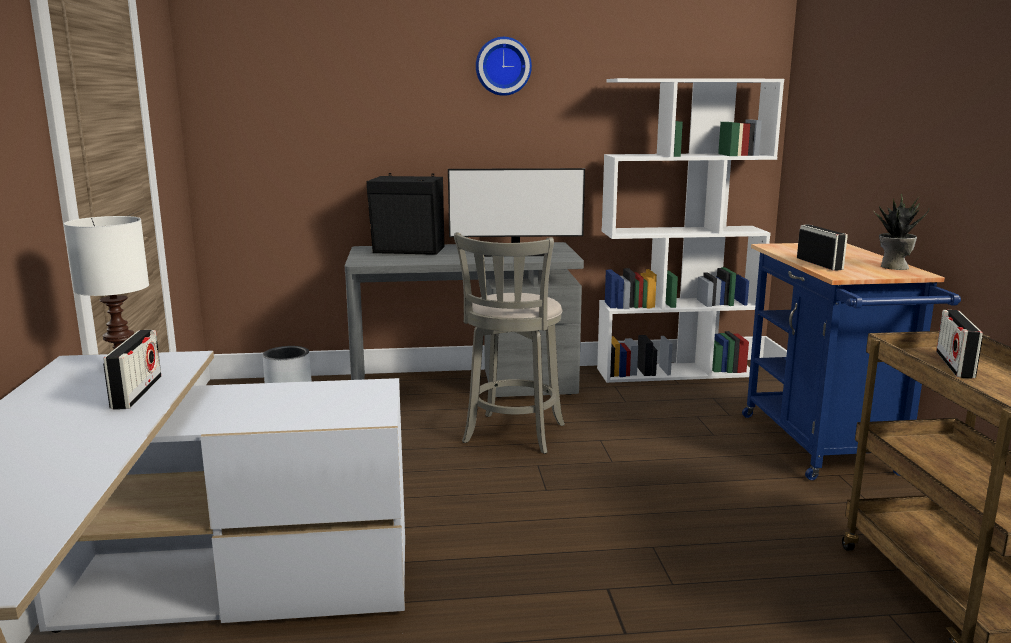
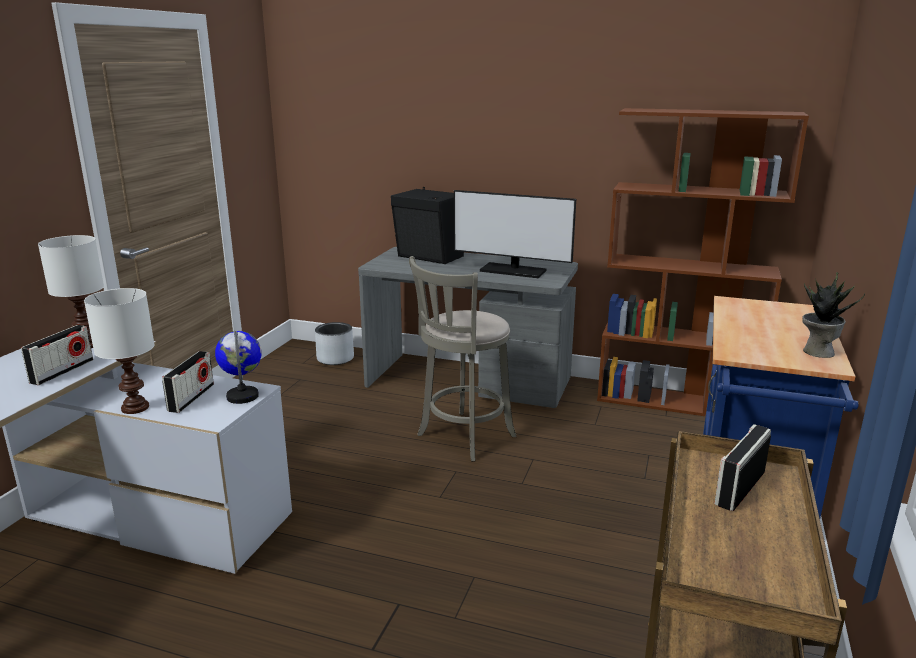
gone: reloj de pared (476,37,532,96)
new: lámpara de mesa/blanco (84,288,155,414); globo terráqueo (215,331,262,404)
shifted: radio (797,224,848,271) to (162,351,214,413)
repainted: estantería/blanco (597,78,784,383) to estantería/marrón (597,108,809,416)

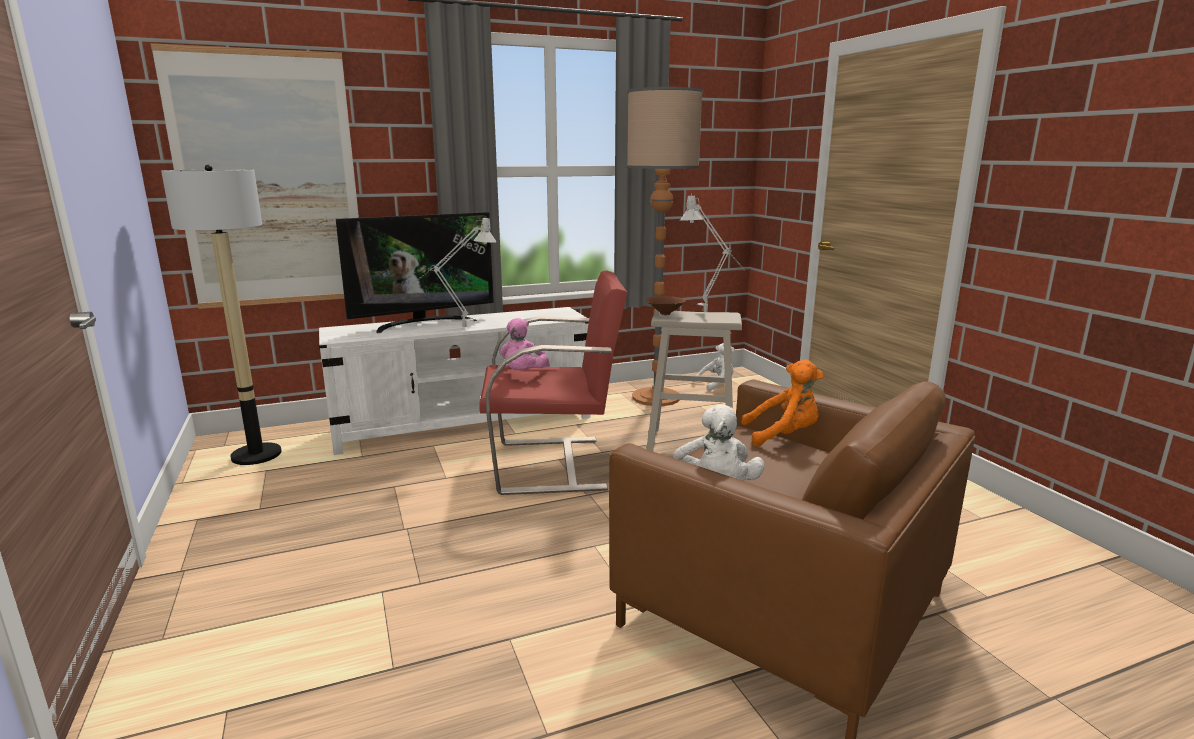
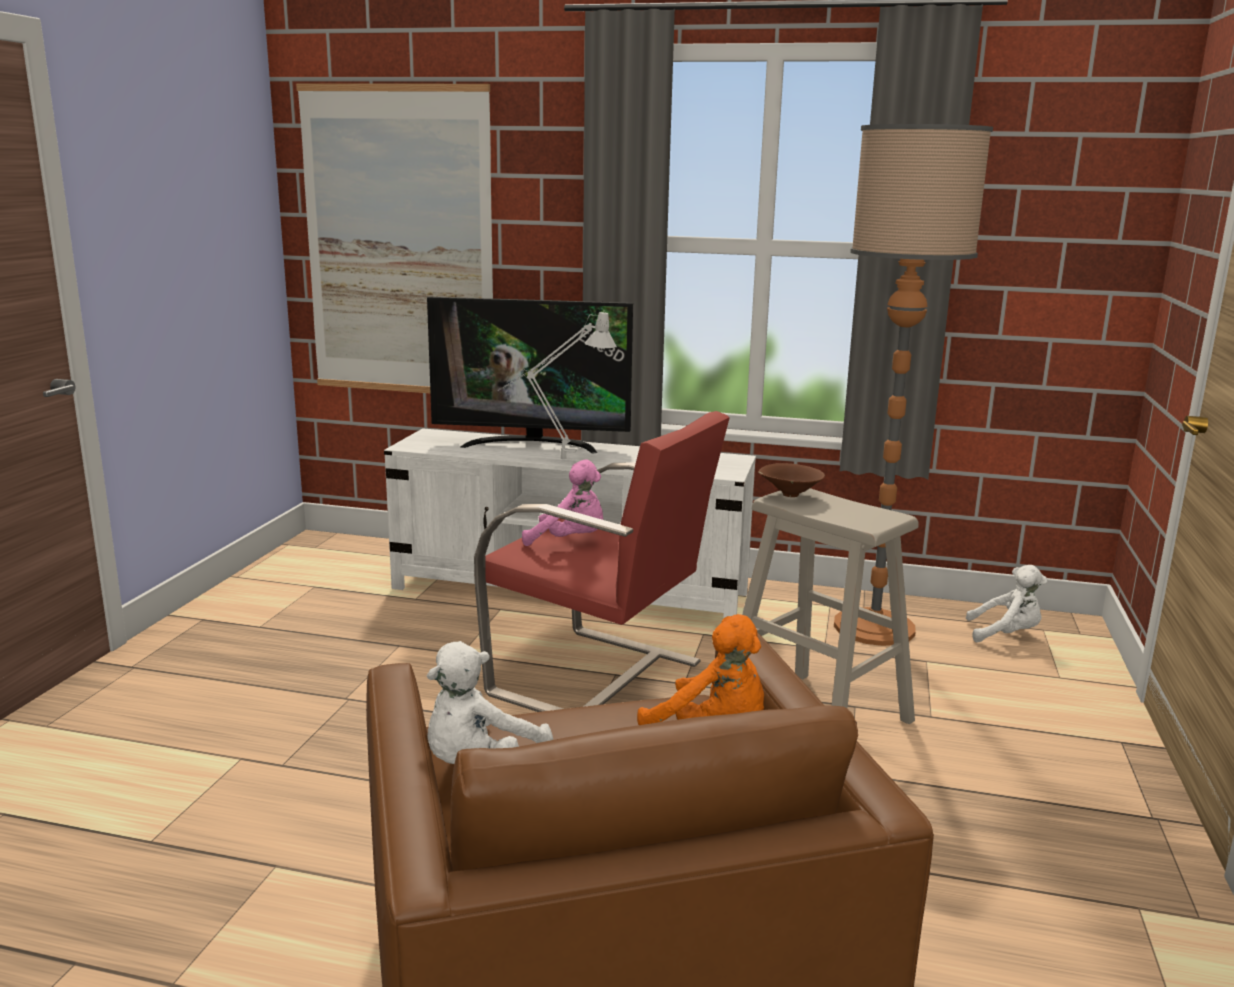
gone: lámpara de pie (161,165,282,465); lámpara de mesa/gris (680,193,745,312)
rotated: peluche/rosa (500,318,550,370) = (522,459,603,546) 120 degrees counterclockwise

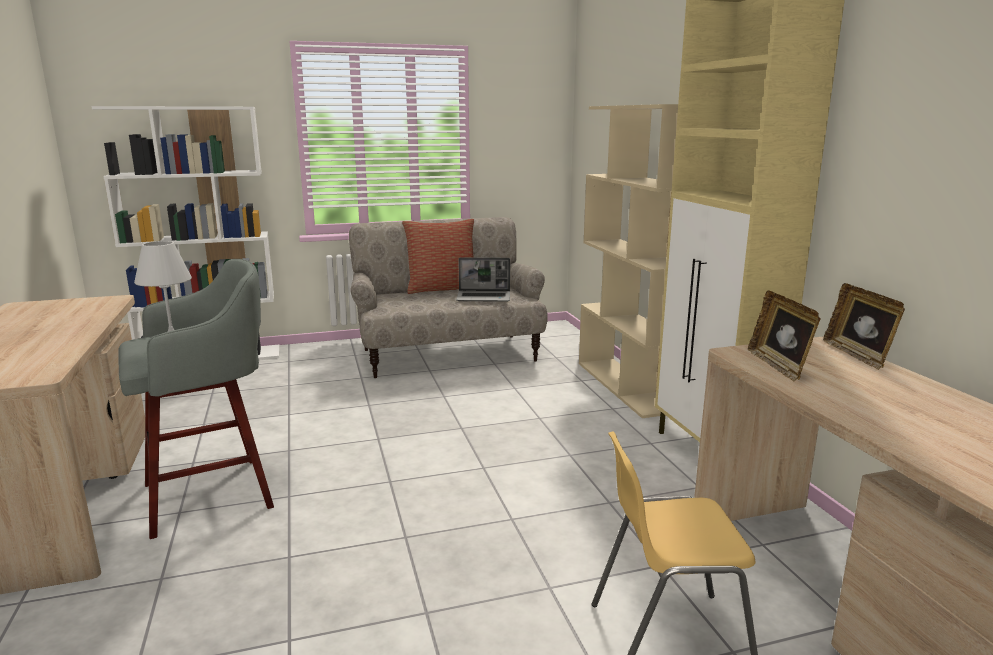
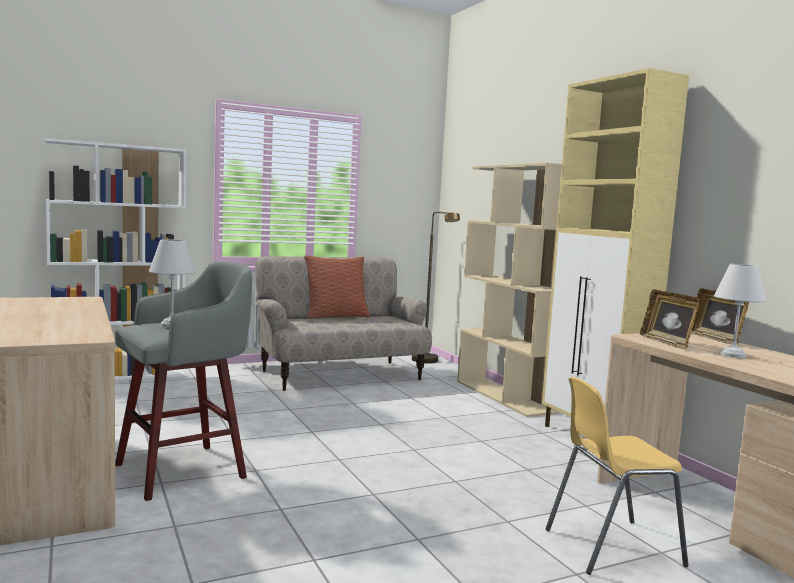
gone: portátil (456,257,510,302)
new: lámpara de pie/marrón (412,212,460,363); lámpara de mesa/blanco (714,264,767,358)

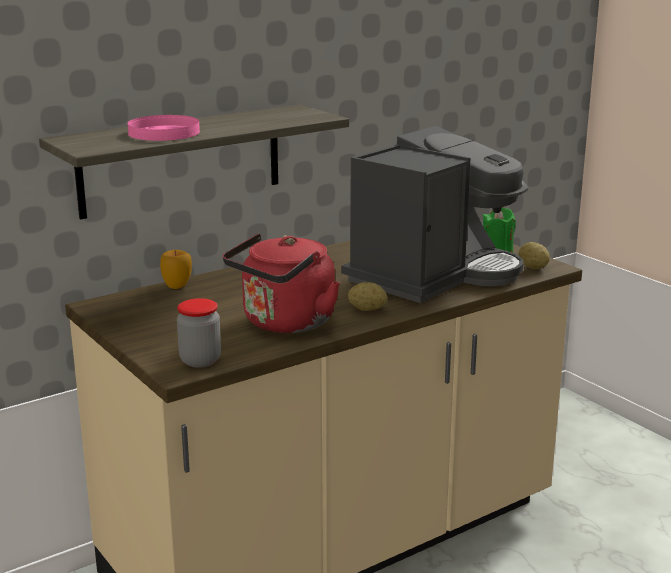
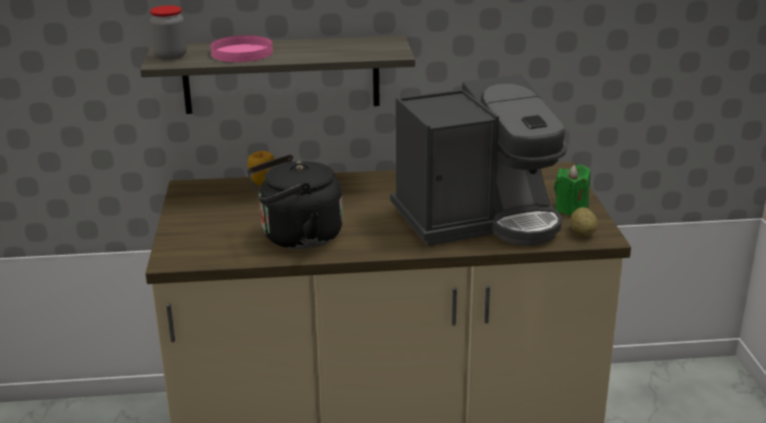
gone: patata (348,282,387,311)
shifted: tarro (177,298,221,368) to (150,5,187,60)
repainted: hervidor/rojo (223,233,340,333) to hervidor/negro (247,155,343,249)

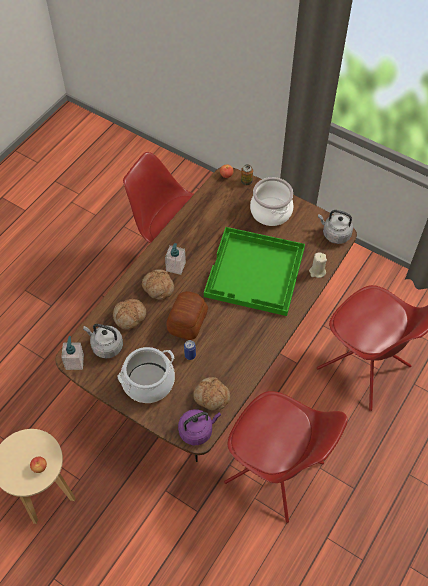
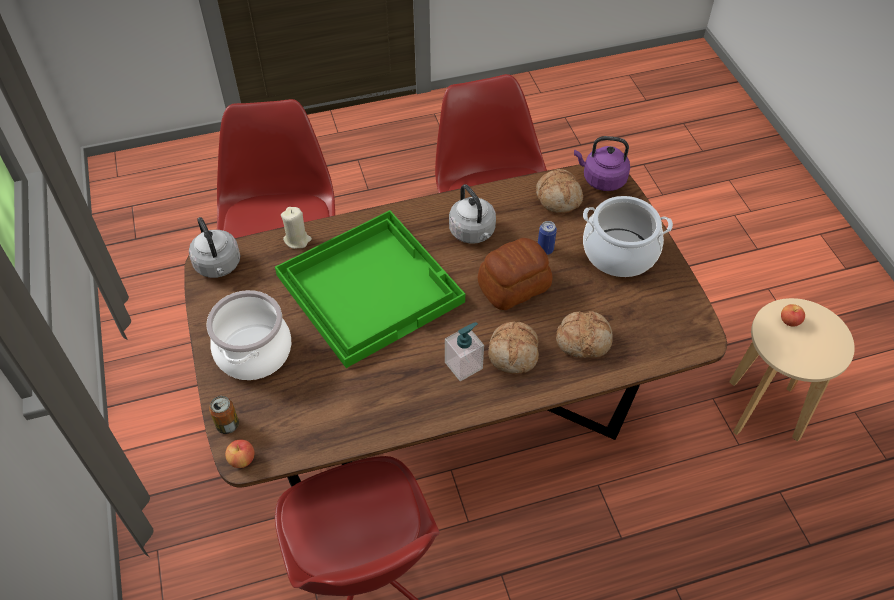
gone: dispensador de jabón (61,336,84,370)
shifted: hervidor/gris (83,324,123,359) to (449,184,496,244)

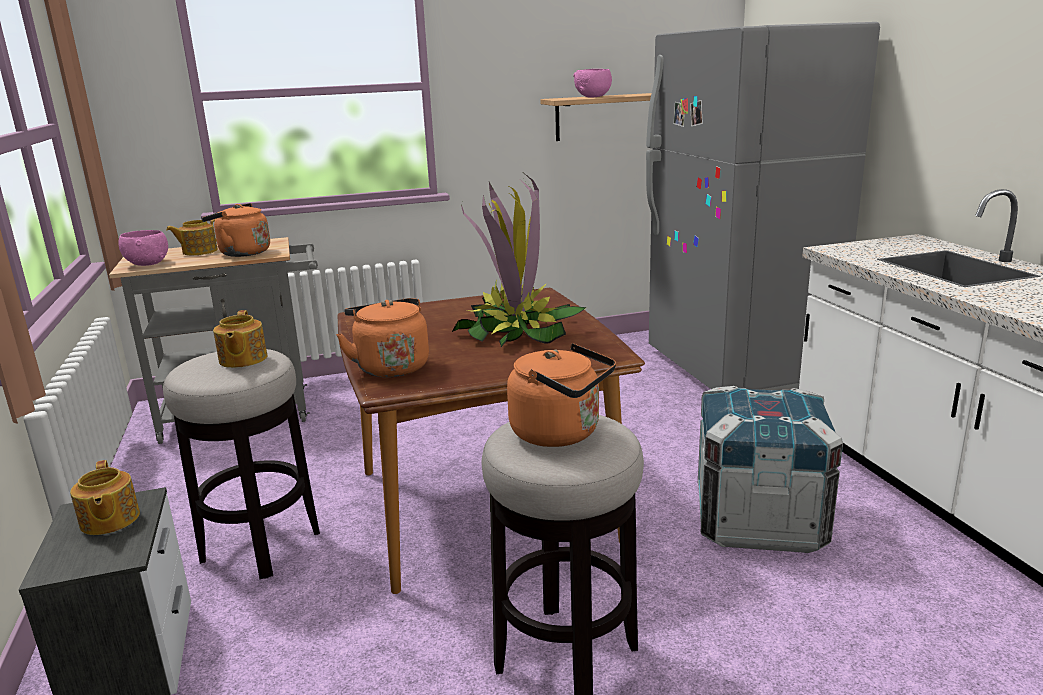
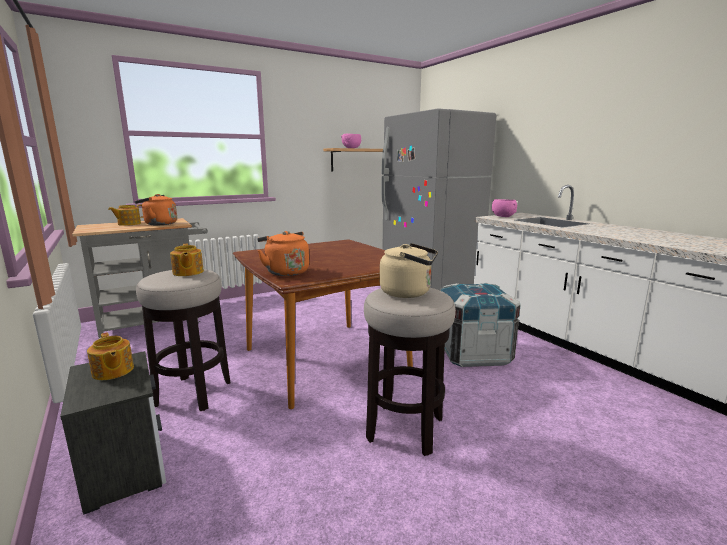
gone: planta en maceta (452,173,586,347)
shifted: cuenco/rosa (118,230,168,266) to (492,199,517,217)
repainted: hervidor/naranja (507,343,616,447) to hervidor/beis (380,243,438,298)

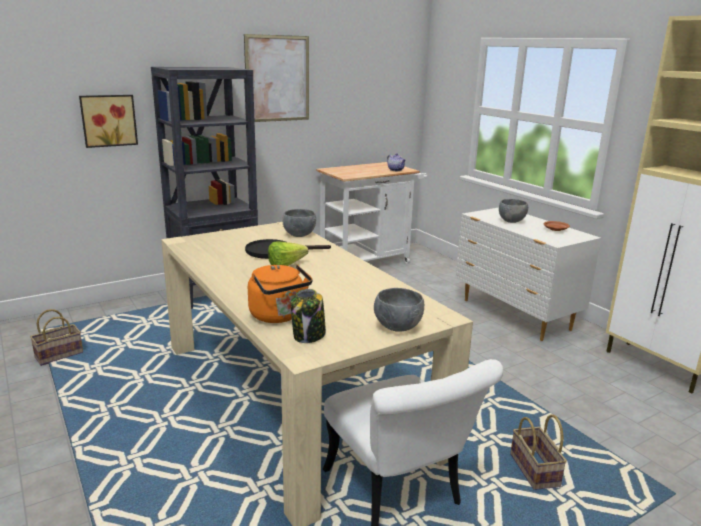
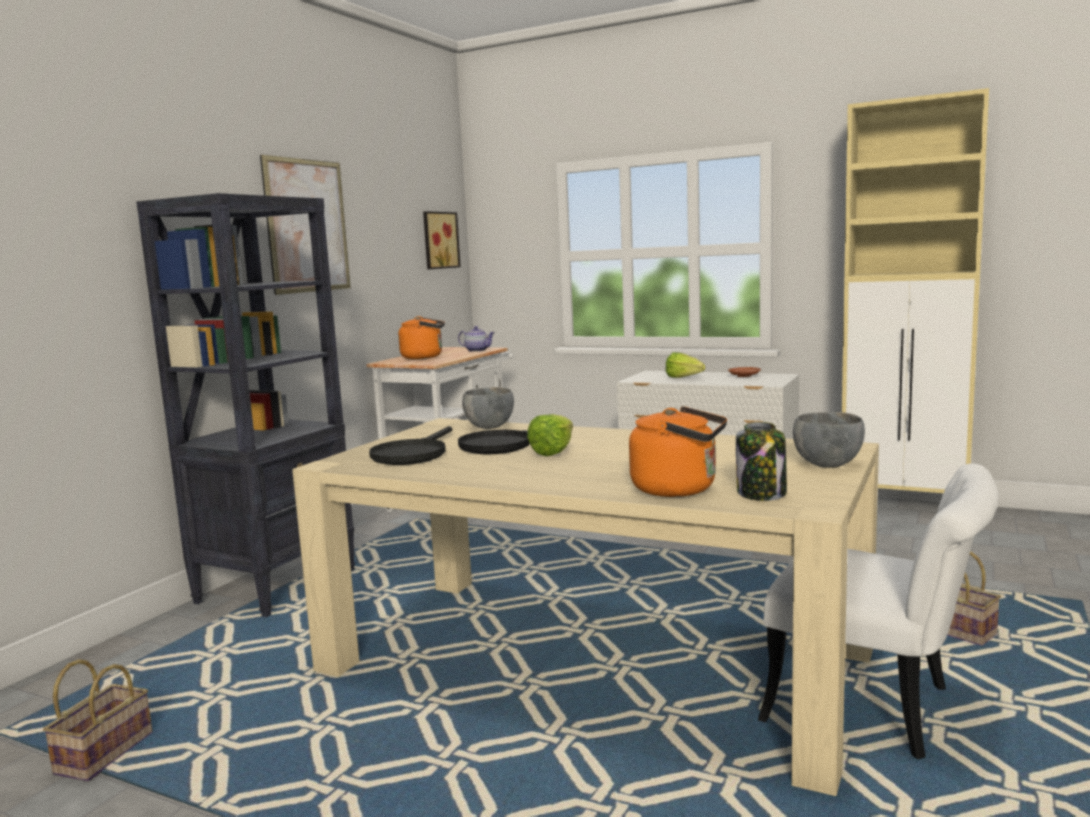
new: sartén/negro (369,426,452,465); hervidor/naranja (398,316,445,359)
shifted: cuadro (79,95,138,148) to (423,211,461,269)
swapped: cuenco/gris (499,199,528,223) to lechuga (666,352,705,378)

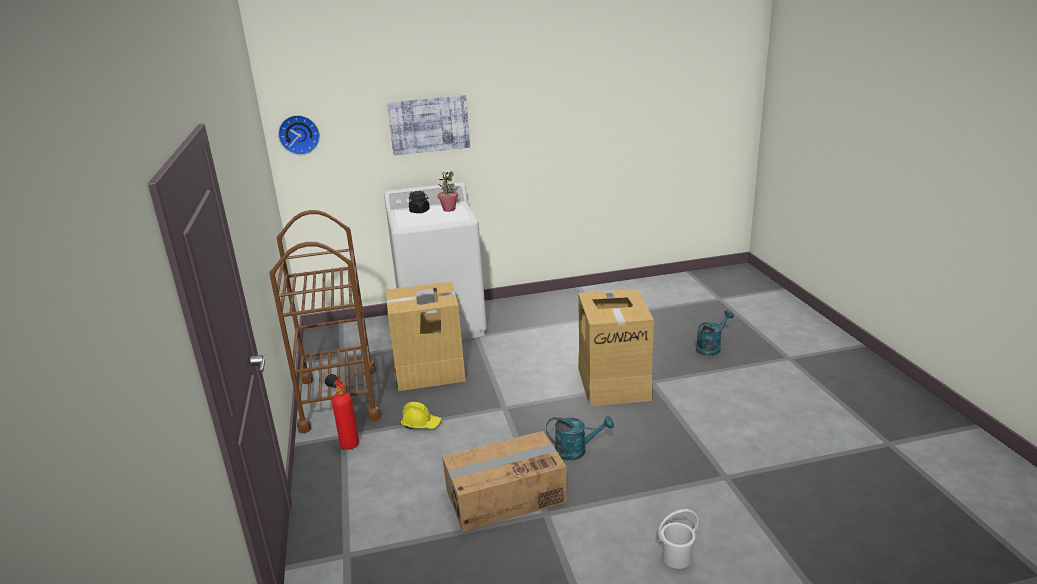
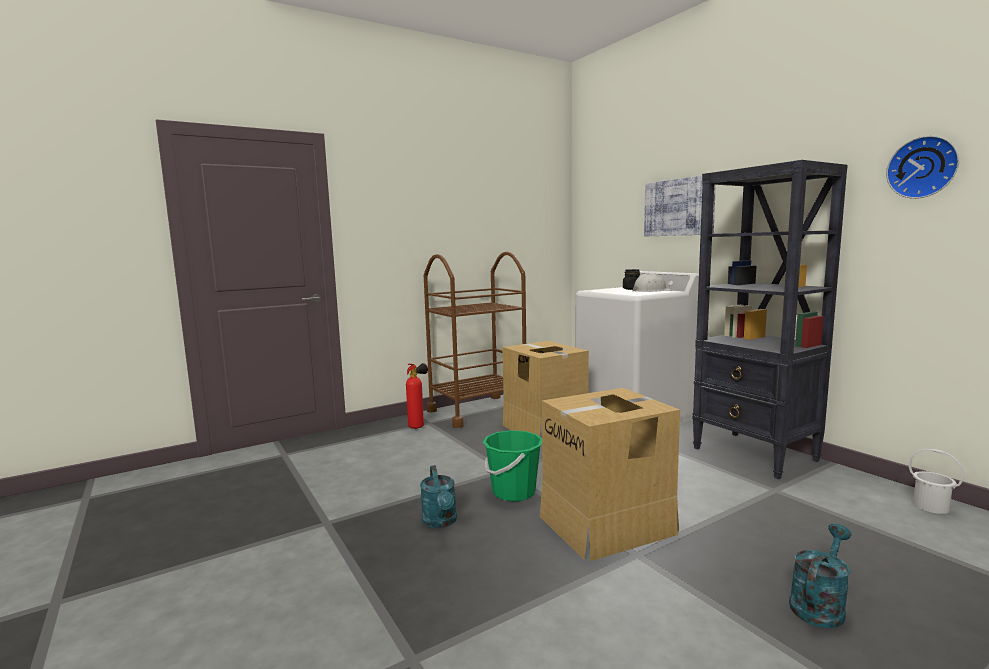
gone: casco/amarillo (401,402,442,429); caja de cartón (442,431,567,532)
new: cubo/verde (483,430,542,502); estantería/negro (692,160,848,479)
shifted: reloj de pared (278,115,320,155) to (886,136,959,199); cubo/blanco (658,509,699,569) to (909,449,964,514)
swapped: planta en maceta (438,171,458,212) to casco/blanco (633,273,672,292)
rotated: regadera/turquesa (696,310,734,356) = (789,523,852,628) 75 degrees counterclockwise

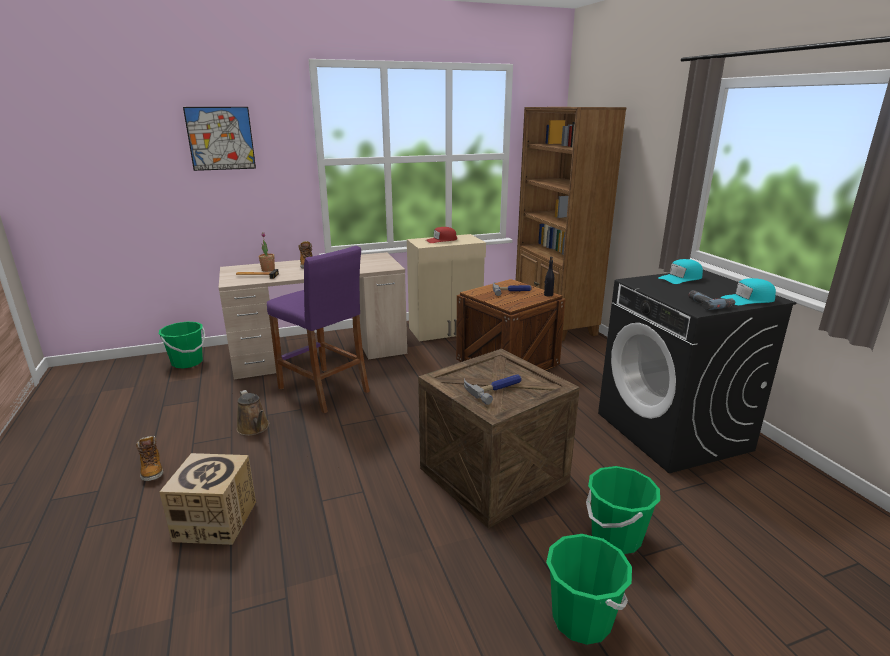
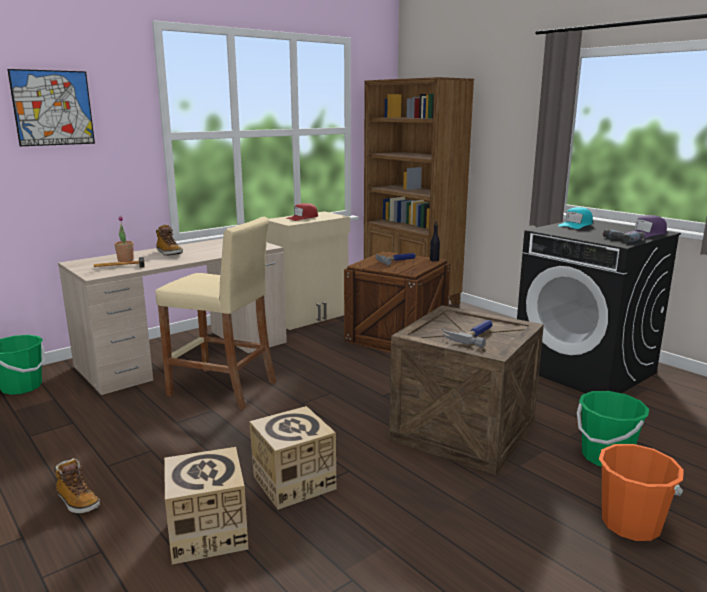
gone: regadera/marrón (237,390,269,436)
new: caja de cartón (249,406,336,510)
repainted: taburete/morado (267,246,370,413) to taburete/beis (156,217,276,410); cubo/verde (546,534,632,645) to cubo/naranja (599,444,684,541); gorra/turquesa (721,278,776,305) to gorra/morado (626,215,667,238)

